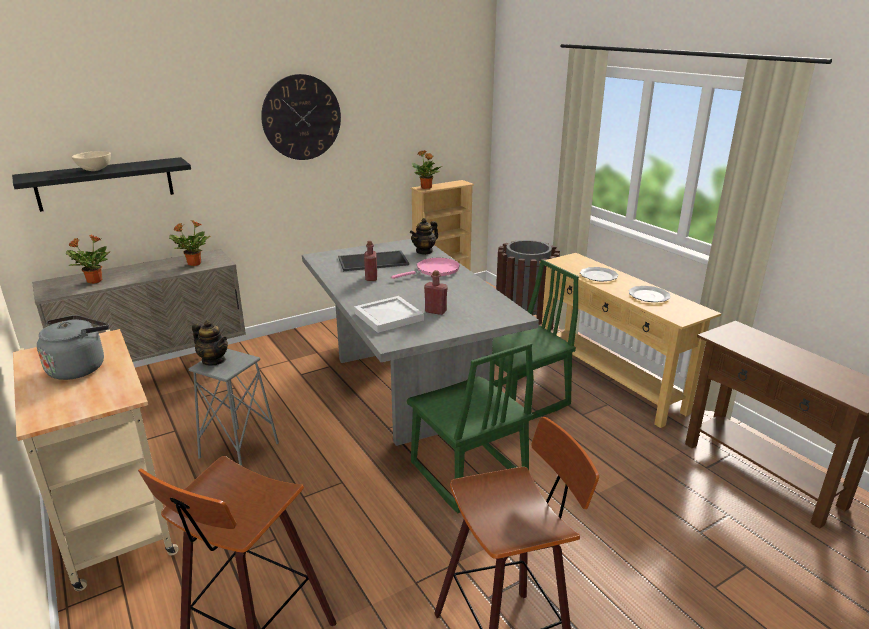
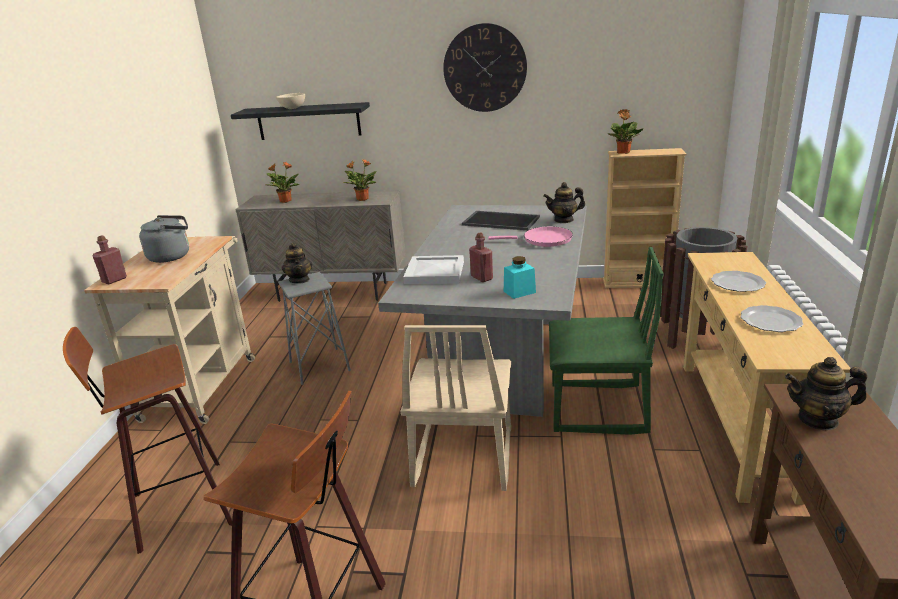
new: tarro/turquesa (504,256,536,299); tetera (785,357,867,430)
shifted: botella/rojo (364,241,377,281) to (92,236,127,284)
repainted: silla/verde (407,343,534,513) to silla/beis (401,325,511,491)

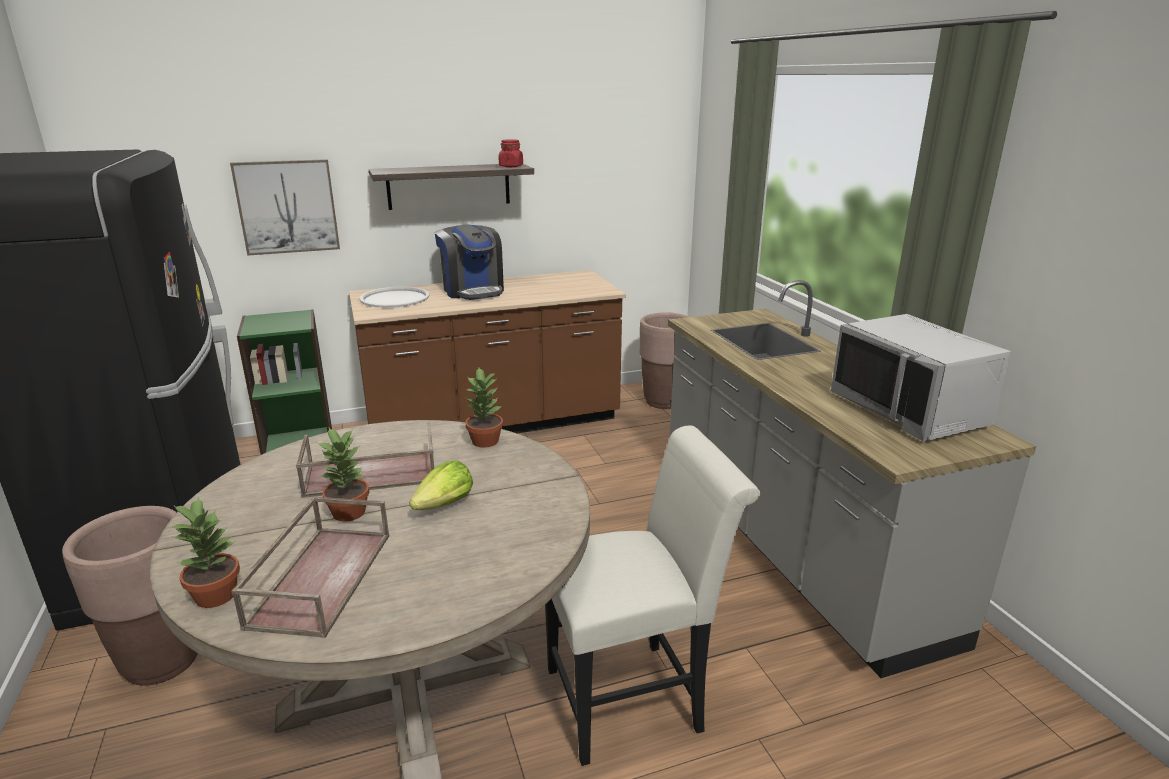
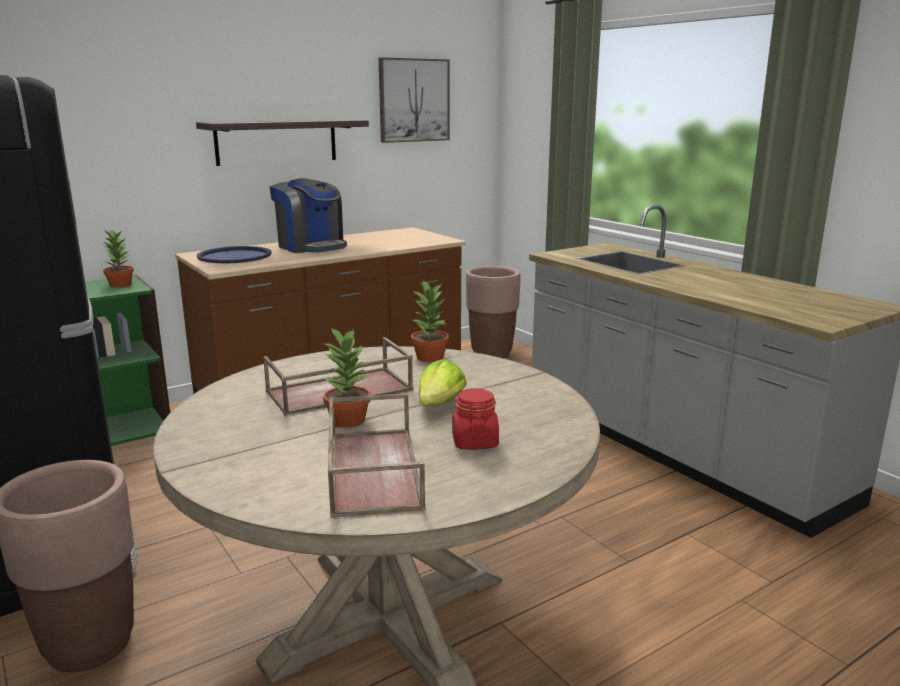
gone: silla/blanco (545,425,760,766); microondas/gris (831,314,1011,441)
shifted: planta en maceta (173,497,240,608) to (102,229,134,288); cuadro (230,159,340,256) to (379,57,450,143); tarro/rojo (499,139,523,167) to (452,388,499,450)
repainted: bandeja/blanco (359,286,429,308) to bandeja/azul (196,246,272,263)

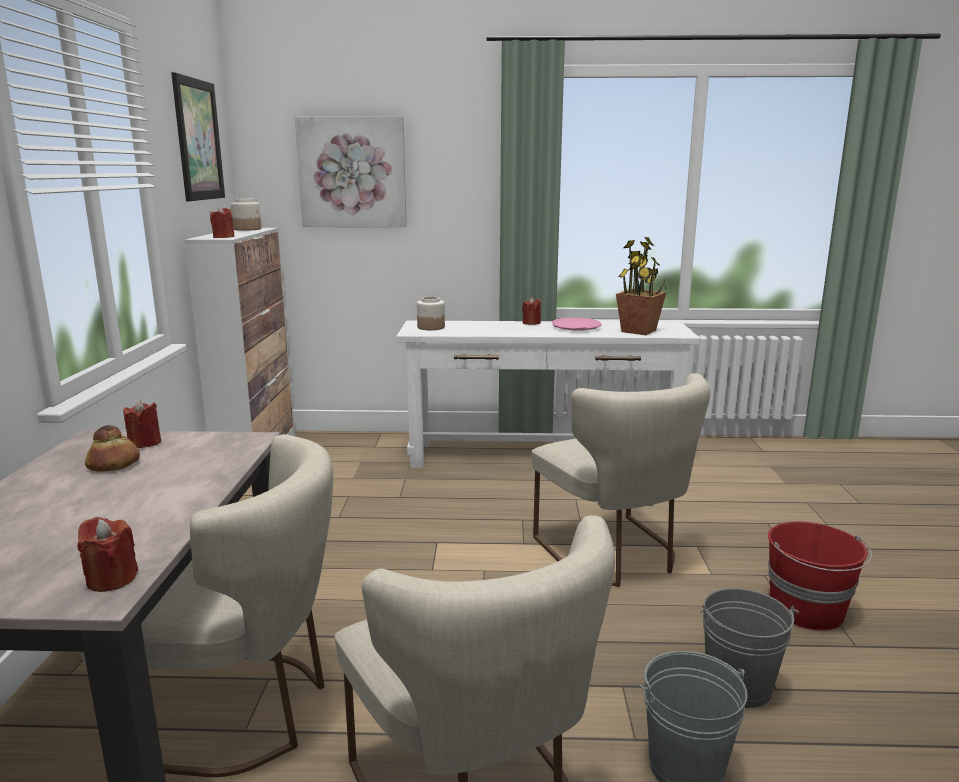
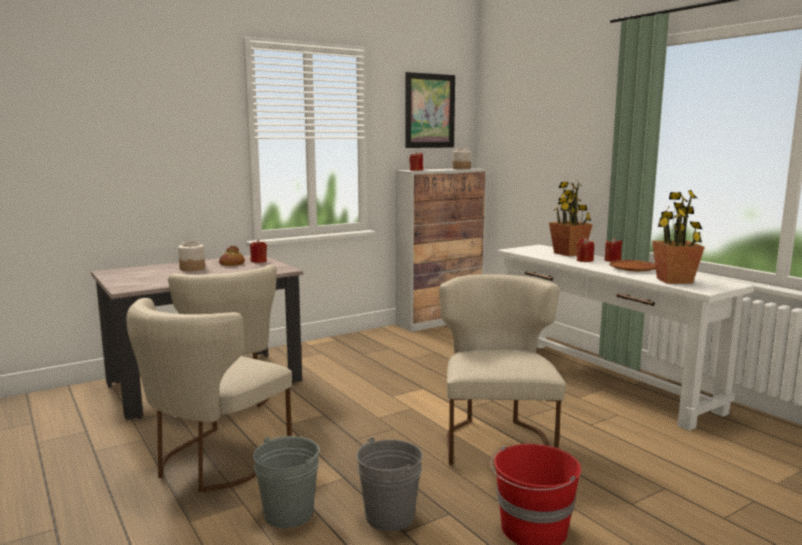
gone: cuadro (295,116,407,227)
new: planta en maceta (549,181,593,256)
shifted: vela/rojo (77,517,138,592) to (577,238,594,262); tarro (417,296,445,330) to (178,241,205,271)
repainted: plato/rosa (552,318,602,330) to plato/marrón (609,260,656,271)
rotated: silla/beis (532,373,710,587) = (439,274,566,466) 150 degrees clockwise

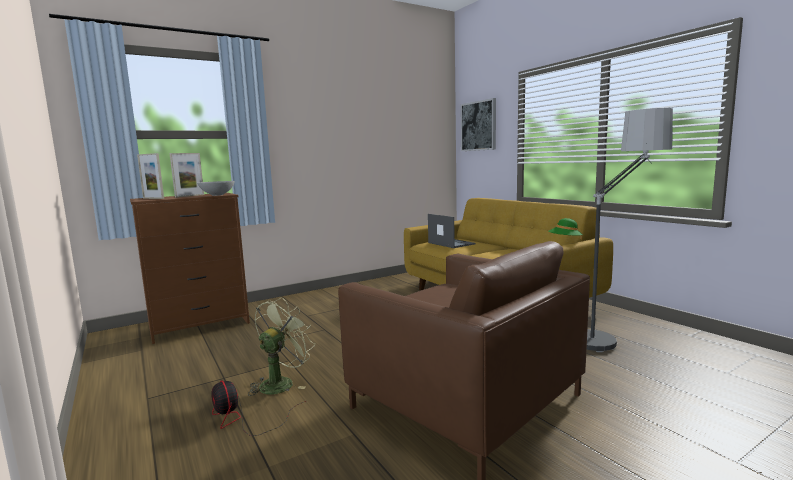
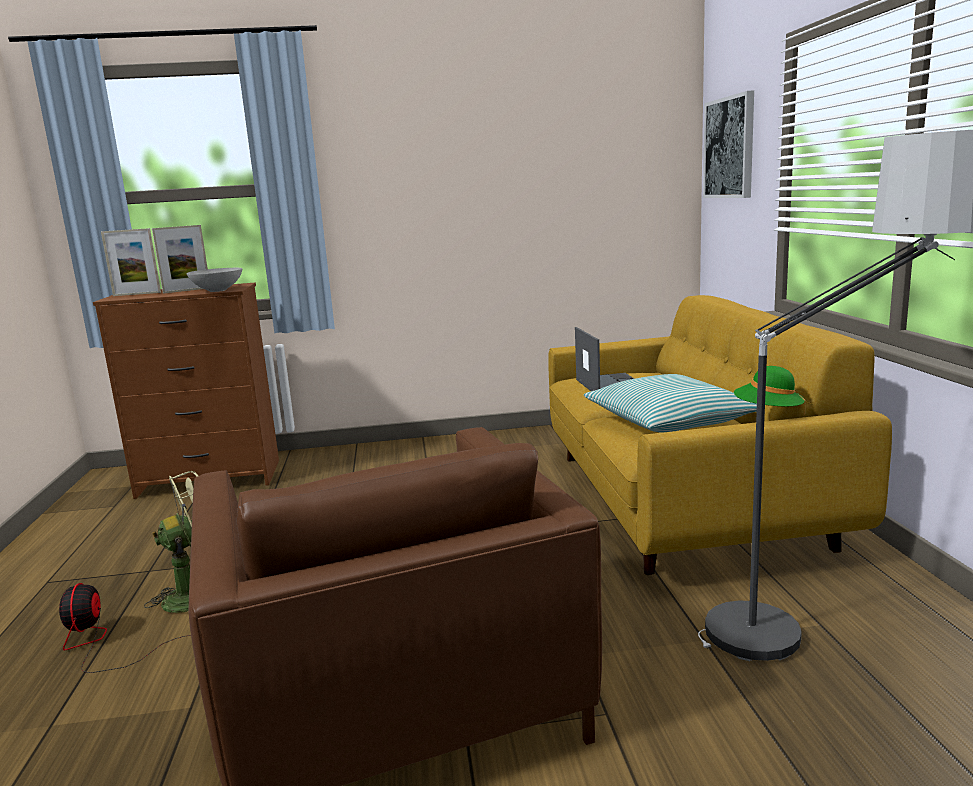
new: cojín (584,374,757,433)
rotated: portarretratos (137,153,164,199) = (101,228,161,296) 60 degrees counterclockwise

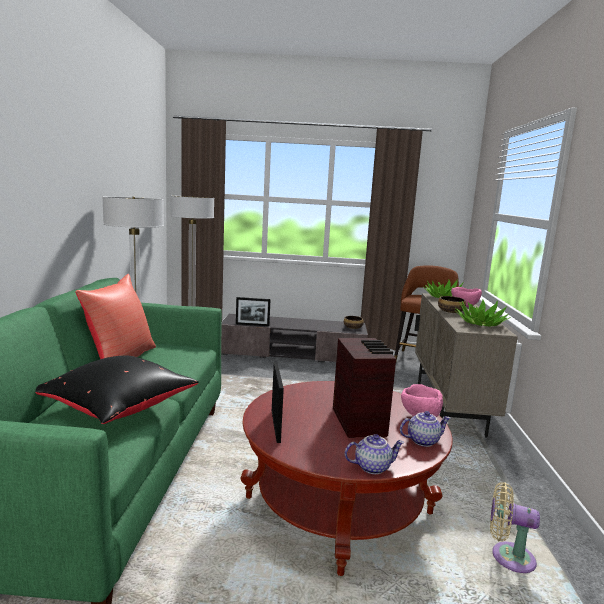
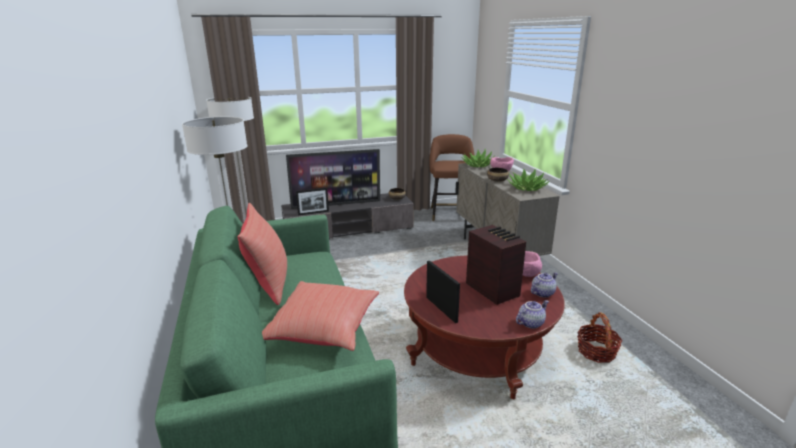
new: televisor (286,149,380,209)
swapped: ventilador/beis (490,482,540,573) to cesta (577,312,623,363)
repainted: cojín/negro (35,356,199,424) to cojín/rojo (262,281,379,351)

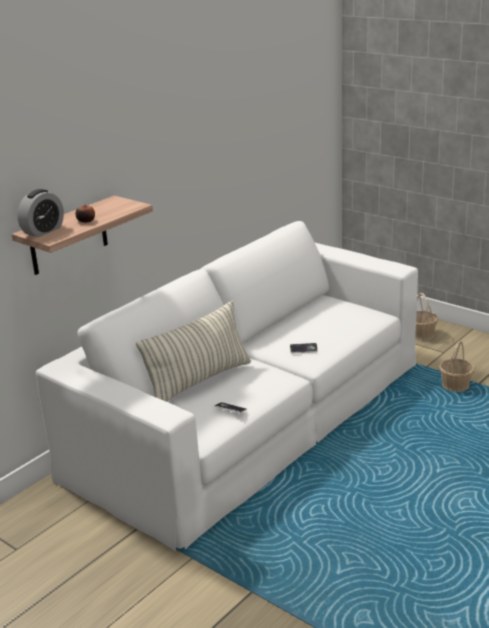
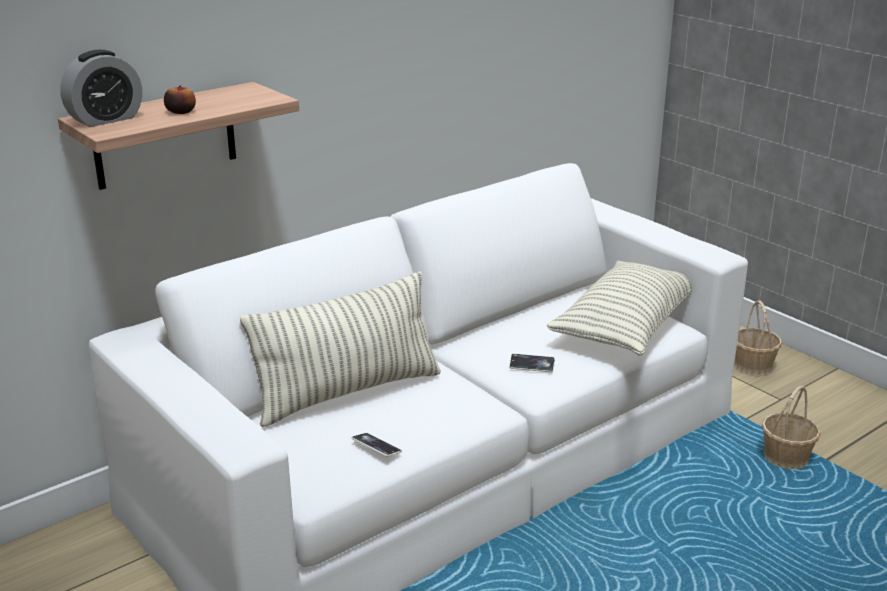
new: cojín (547,261,692,356)

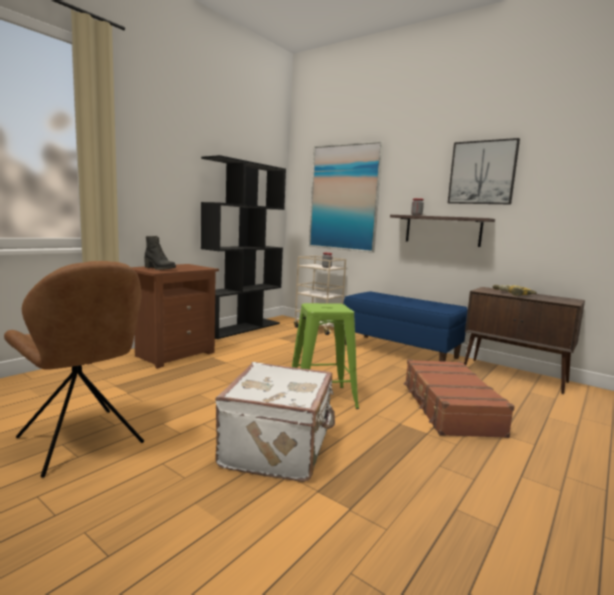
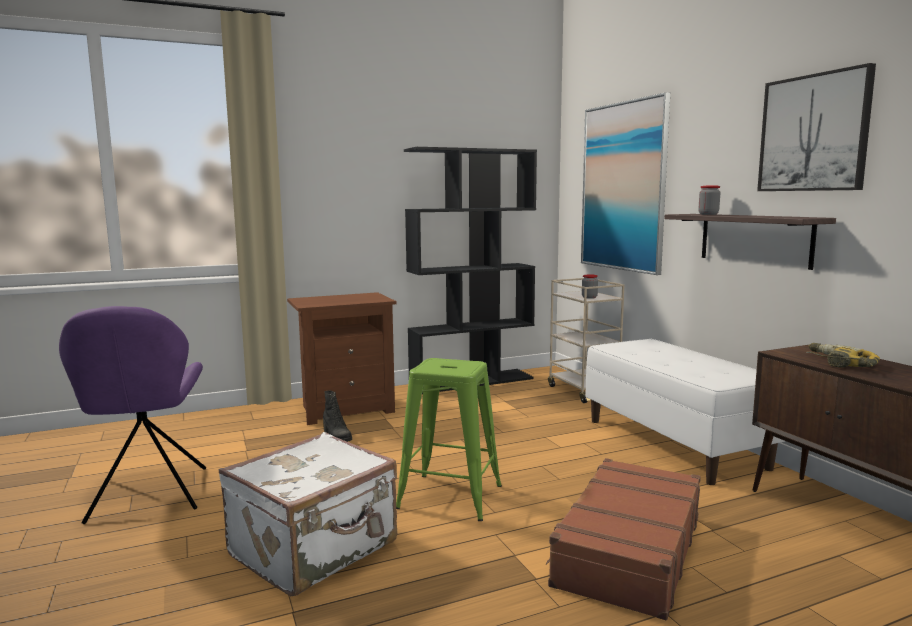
shifted: bota/negro (144,236,176,270) to (323,391,352,442)
repainted: silla/marrón (4,261,144,478) to silla/morado (59,306,206,524); banco/azul (343,291,468,362) to banco/blanco (585,339,785,485)

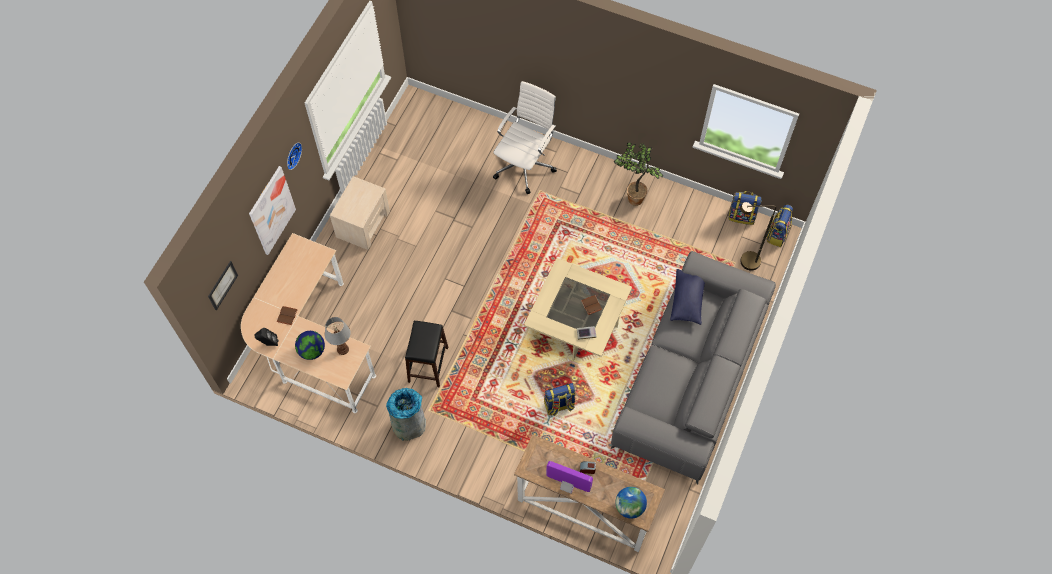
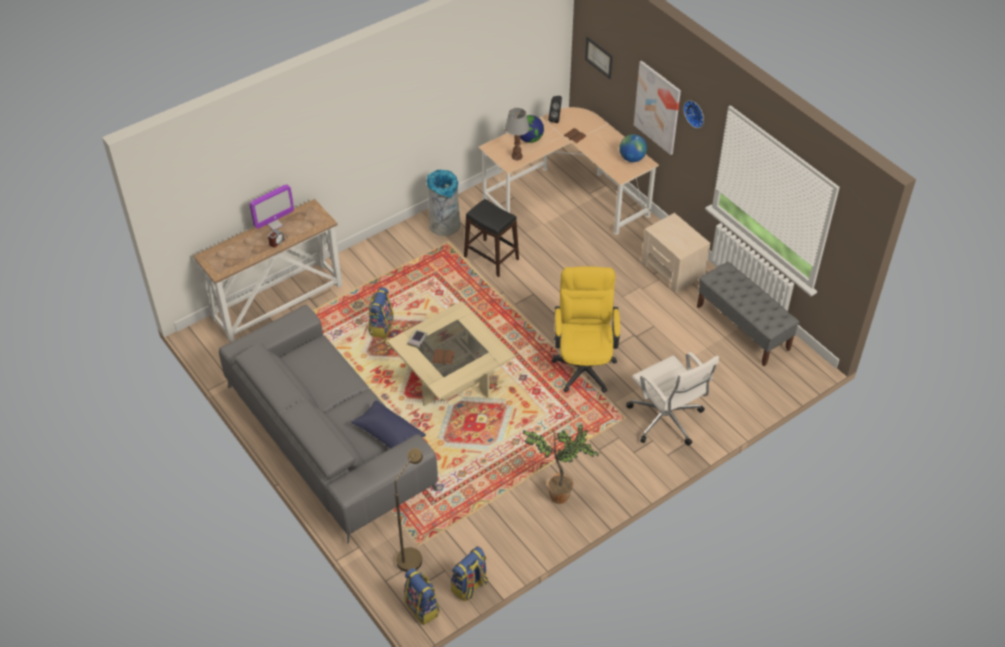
new: silla de oficina/amarillo (551,267,620,393); banco/gris (697,262,800,366)
shifted: globo terráqueo (615,487,647,519) to (619,134,647,162)

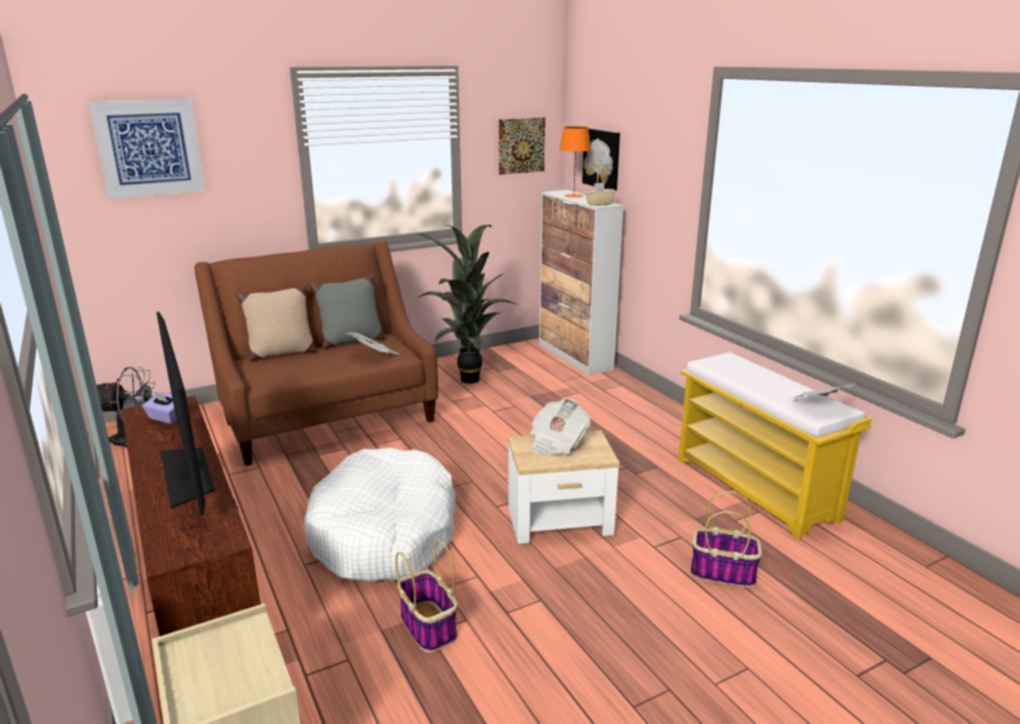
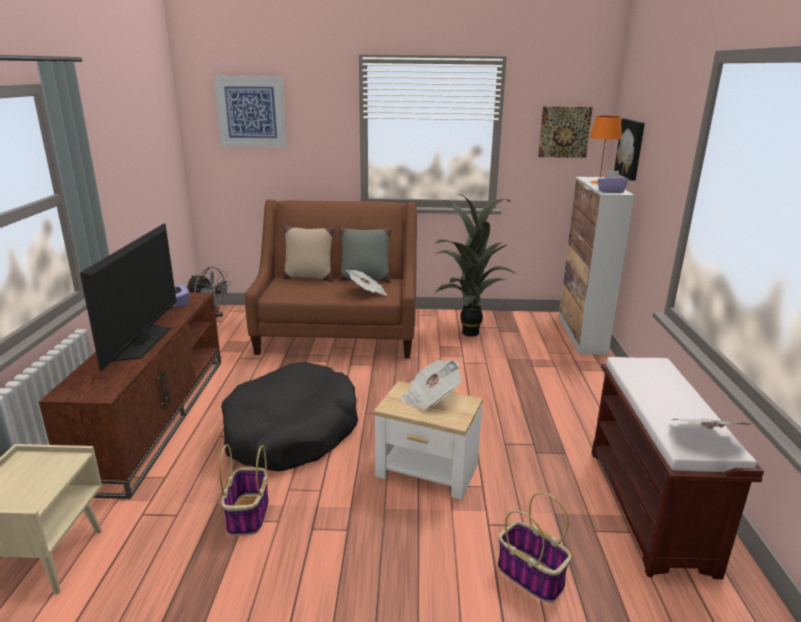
repainted: cama para perro/blanco (303,448,455,582) to cama para perro/negro (221,362,358,471); caja de pañuelos/beis (585,182,616,206) to caja de pañuelos/morado (597,170,628,193); banco/amarillo (678,352,872,540) to banco/marrón (592,357,764,579)

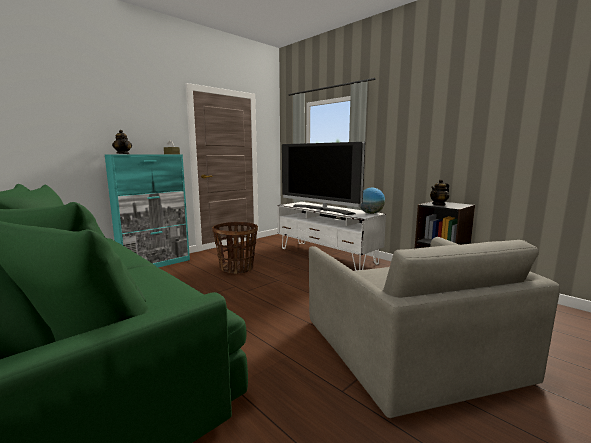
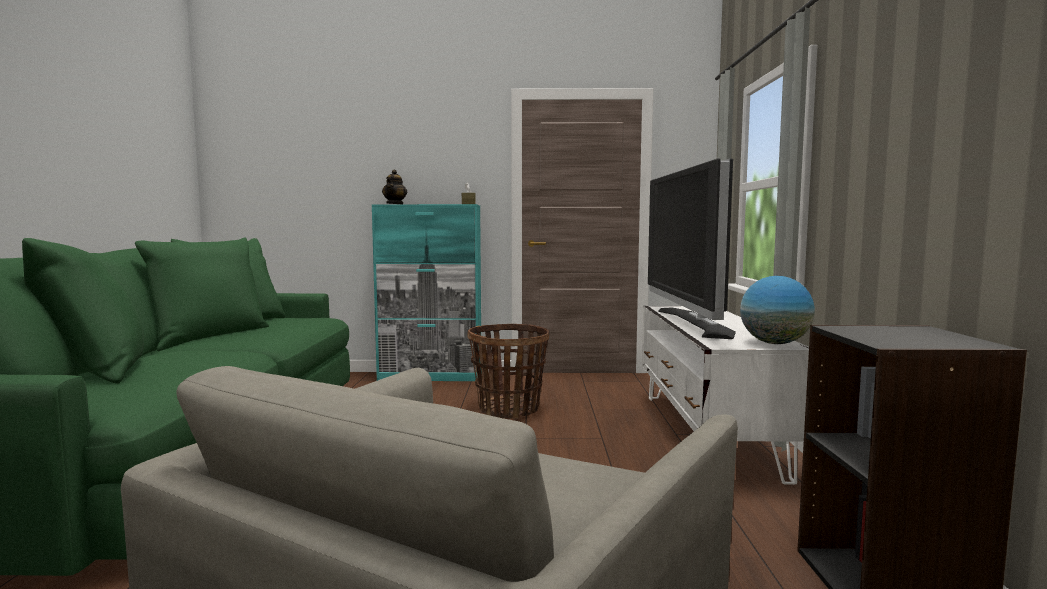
gone: tetera (430,179,449,206)

